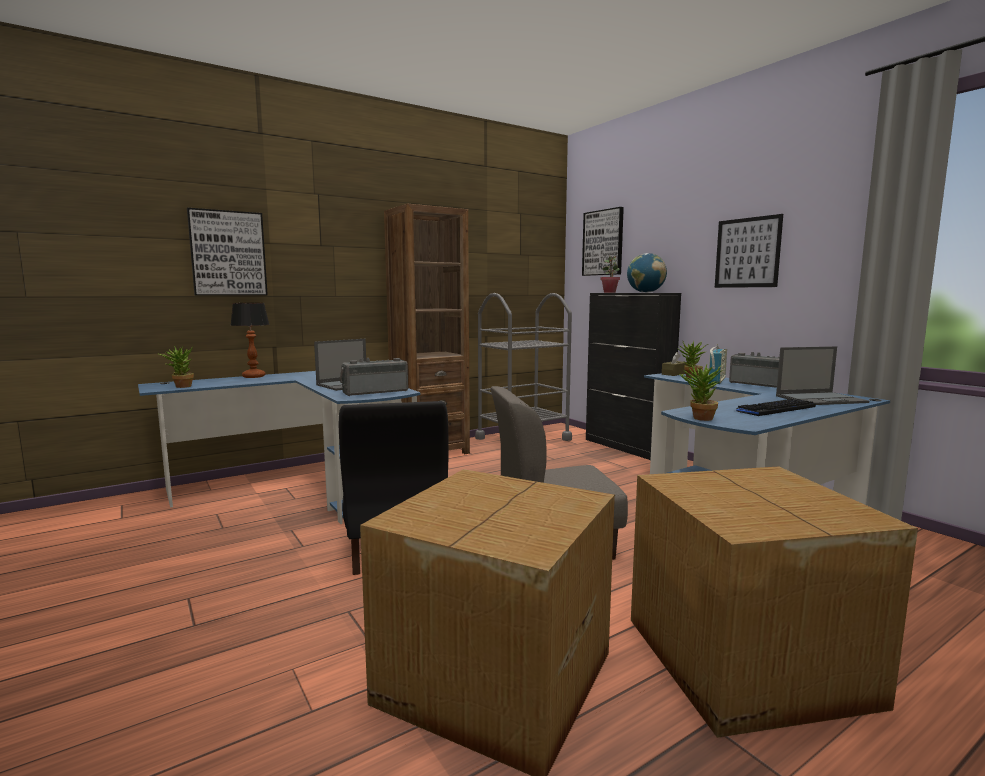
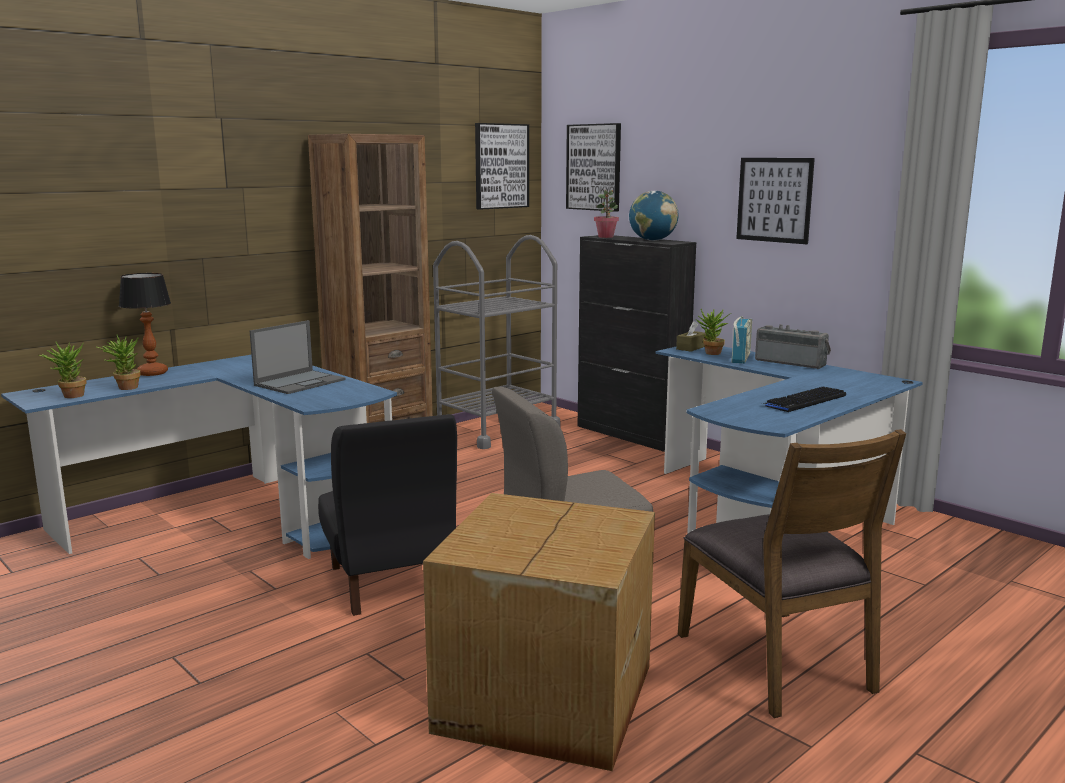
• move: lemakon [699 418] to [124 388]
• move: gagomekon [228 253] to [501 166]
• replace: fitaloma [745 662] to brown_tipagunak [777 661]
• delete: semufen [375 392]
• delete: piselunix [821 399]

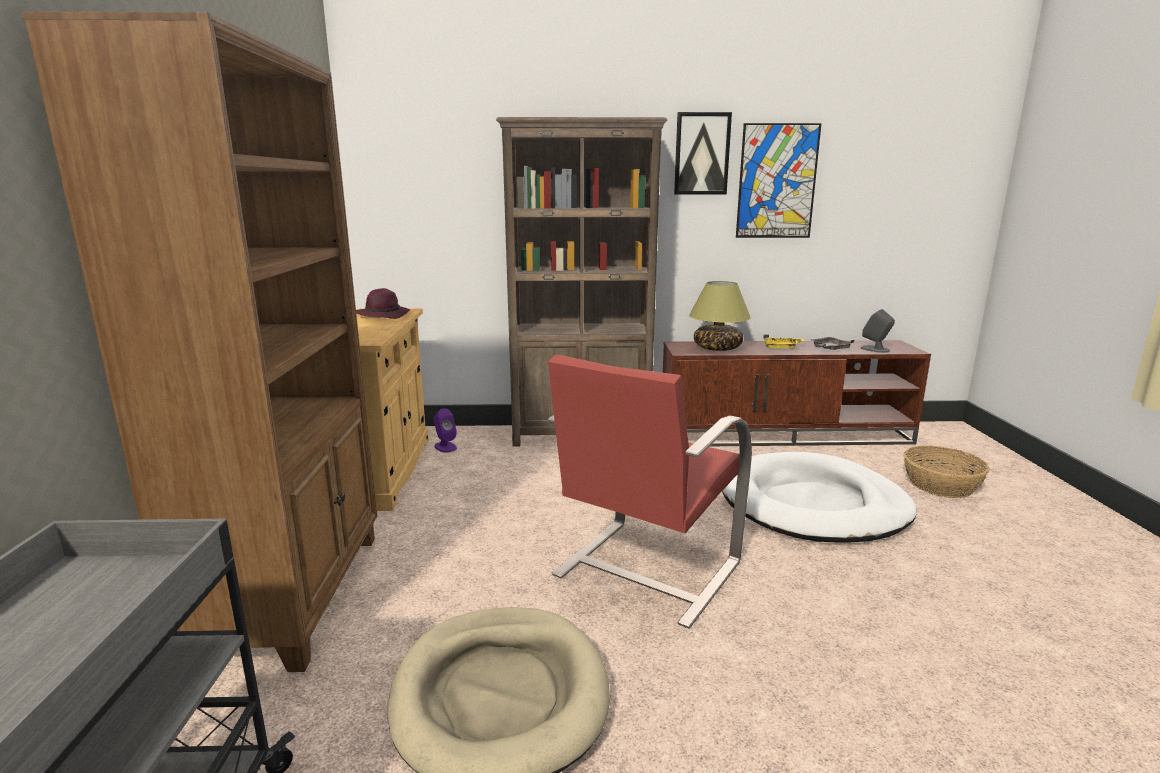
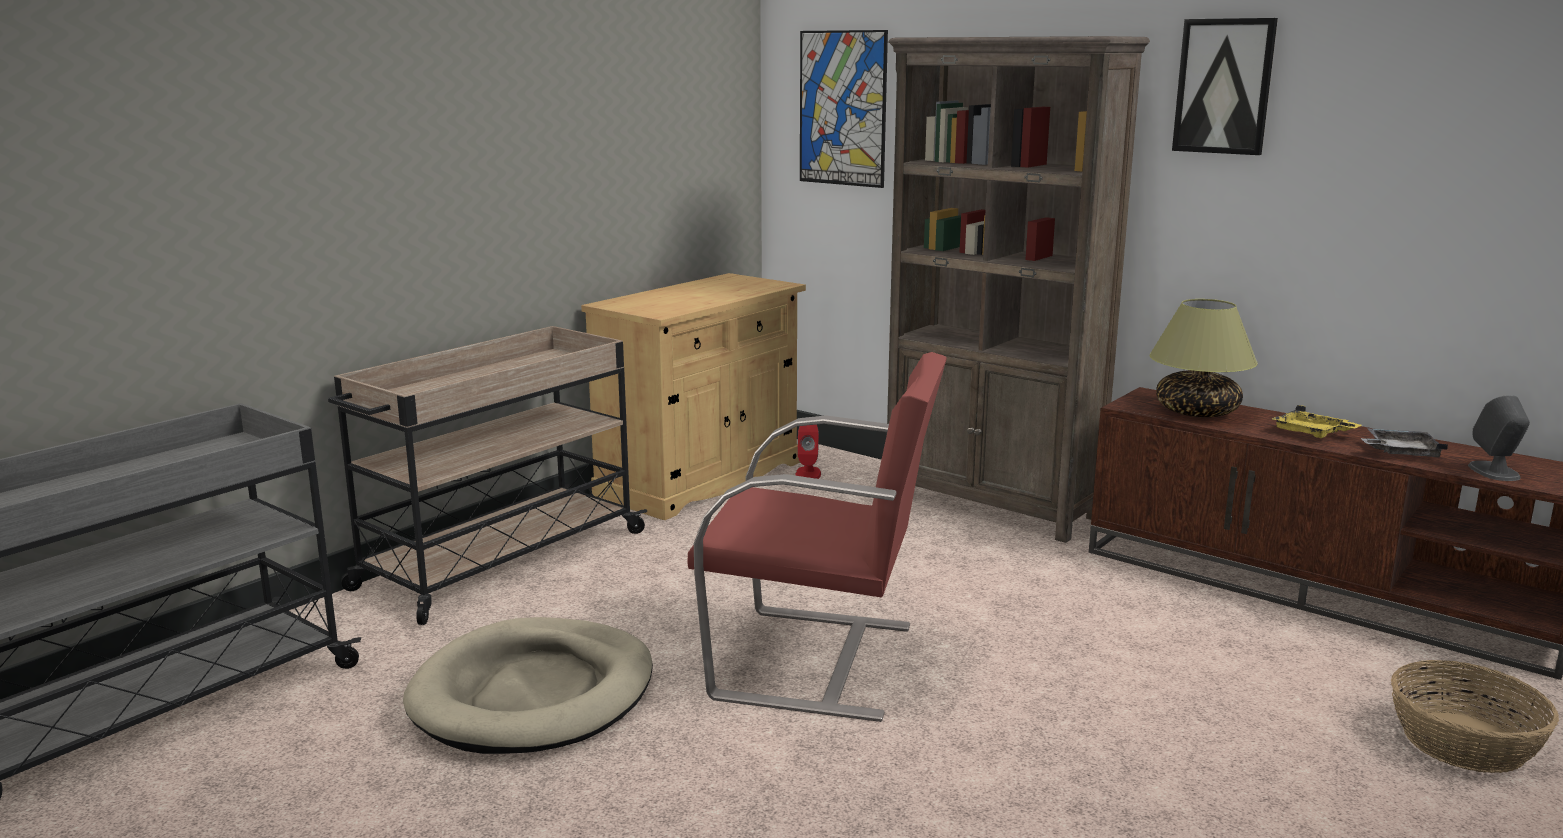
• replace: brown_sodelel [295 594] to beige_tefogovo [499 561]
• rotate: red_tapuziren [646 570] = [818 661] 150 degrees counterclockwise
• recolor: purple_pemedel [445 447] to red_pemedel [808 474]
• move: gagomekon [777 181] to [842 108]
• delete: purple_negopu [383 315]
• delete: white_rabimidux [812 504]

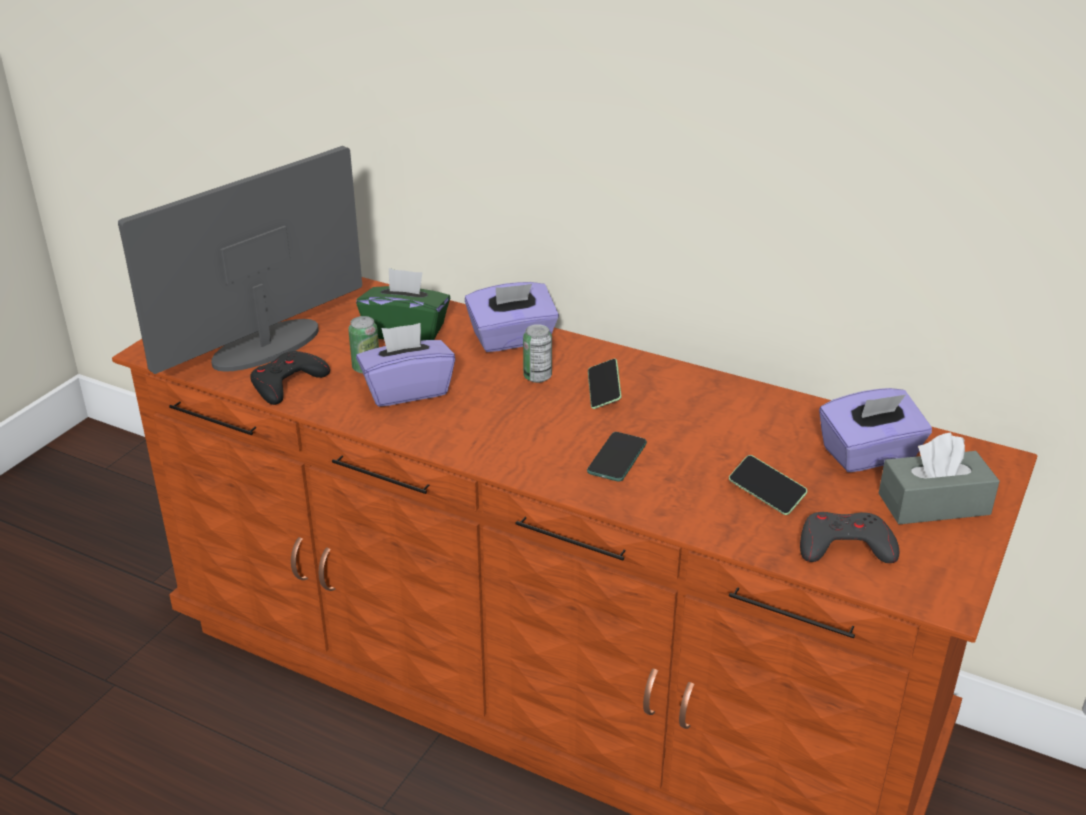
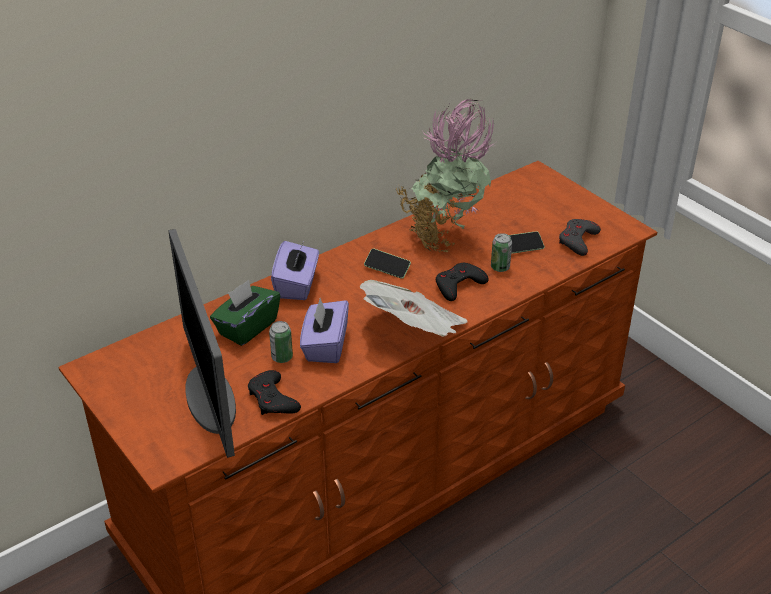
• insert: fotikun [414 330]
• insert: lemakon [444 238]
• replace: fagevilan [617 458] to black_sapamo [459 285]
• move: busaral [537 377] to [500 267]
• delete: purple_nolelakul [869 455]
• delete: grey_nolelakul [934 504]

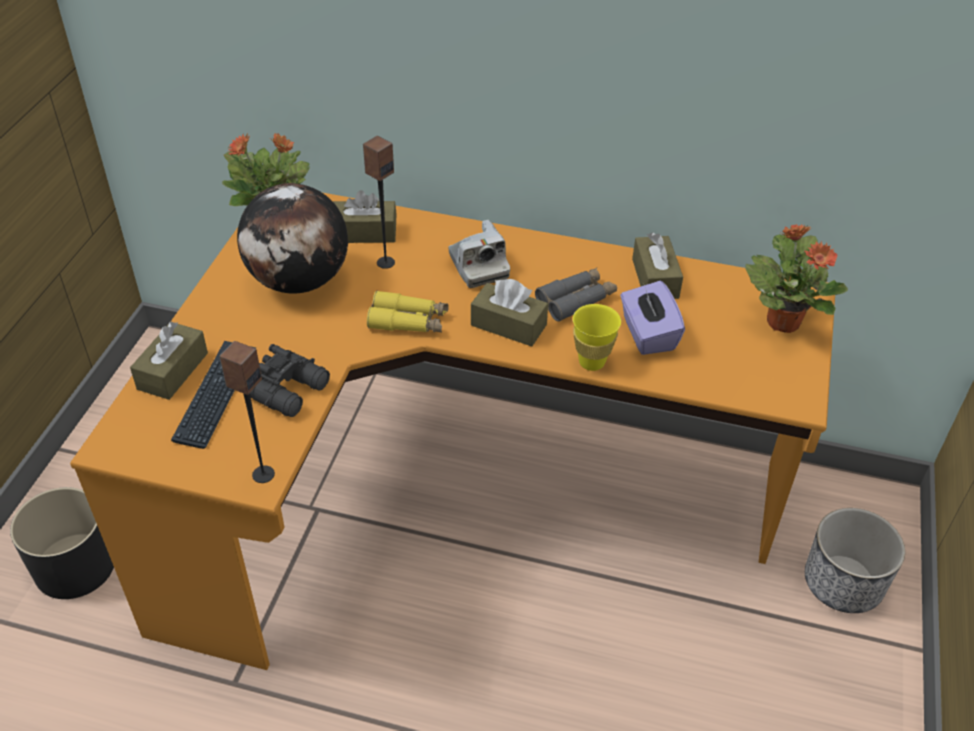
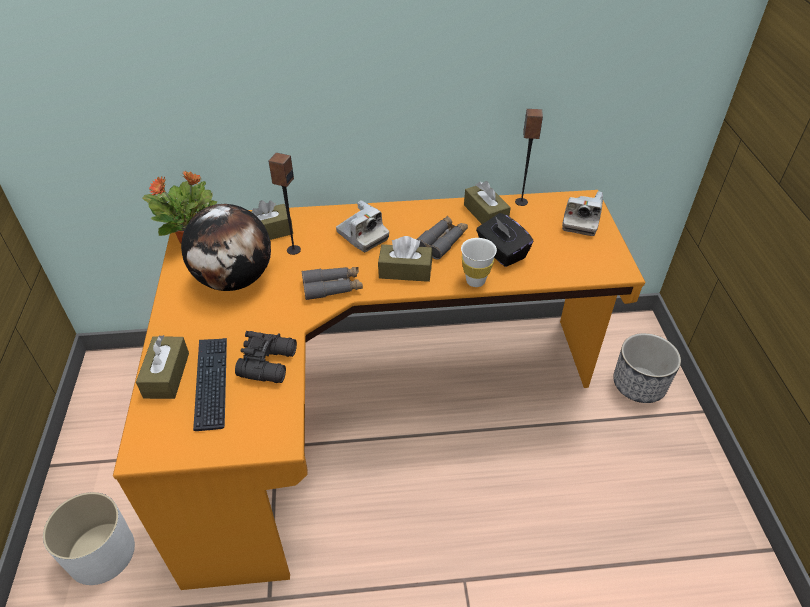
• recolor: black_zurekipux [75 565] to white_zurekipux [101 552]
• recolor: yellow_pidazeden [408 321] to grey_pidazeden [332 287]
• recolor: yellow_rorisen [591 362] to white_rorisen [475 281]
• recolor: purple_nolelakul [647 334] to black_nolelakul [501 252]
• move: pemedel [263 474] to [521 202]
• replace: lemakon [782 321] to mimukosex [580 221]

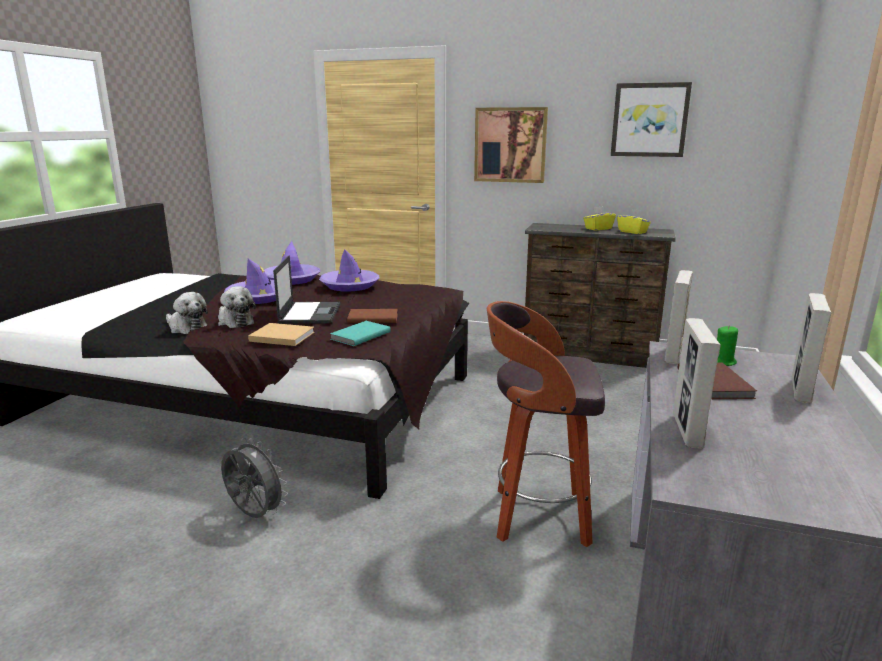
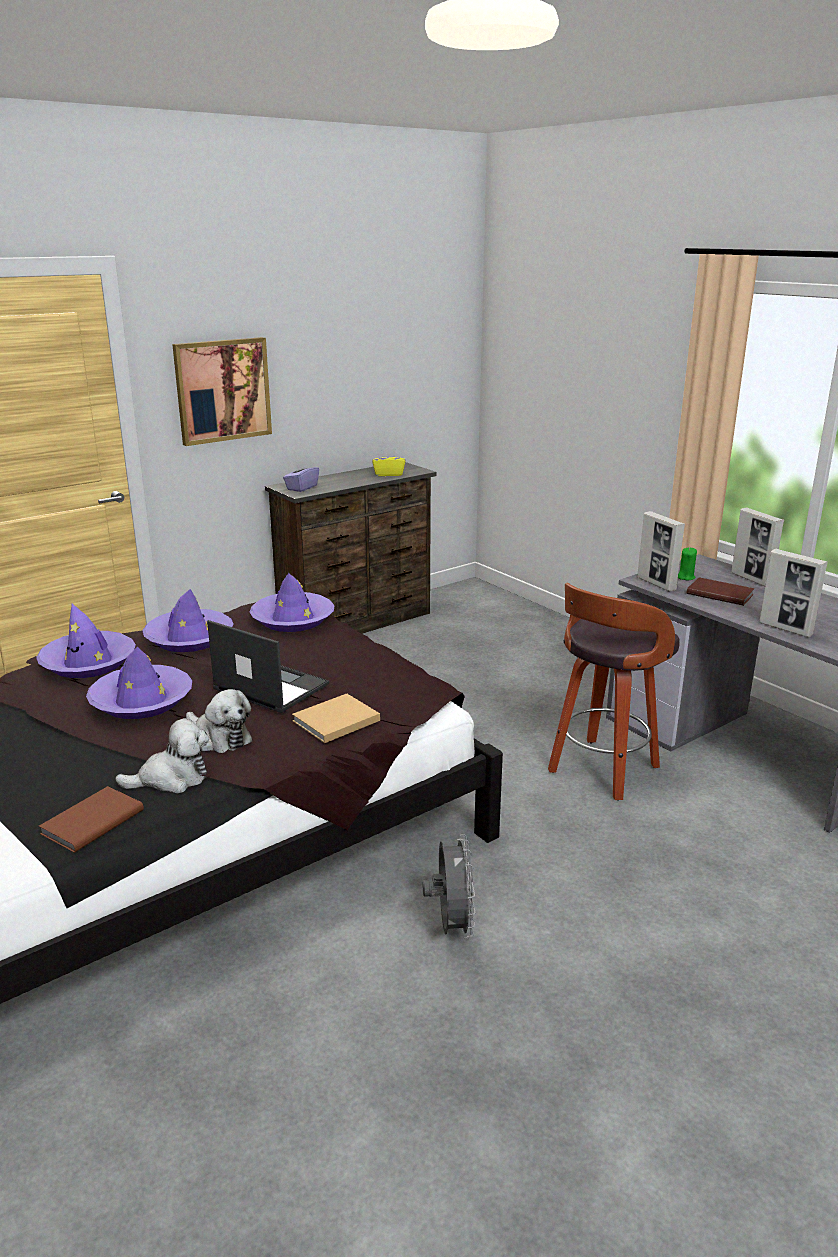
• move: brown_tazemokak [372 318] to [90 822]
• rotate: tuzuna [235 321] = [219 738] 45 degrees clockwise
• insert: purple_negopu [292 619]
• insert: purple_nolelakul [301 488]
• rotate: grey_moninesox [254 515] = [451 926] 105 degrees clockwise
• delete: turquoise_tazemokak [359 335]
• delete: yellow_nolelakul [598 228]
• delete: gagomekon [649 120]

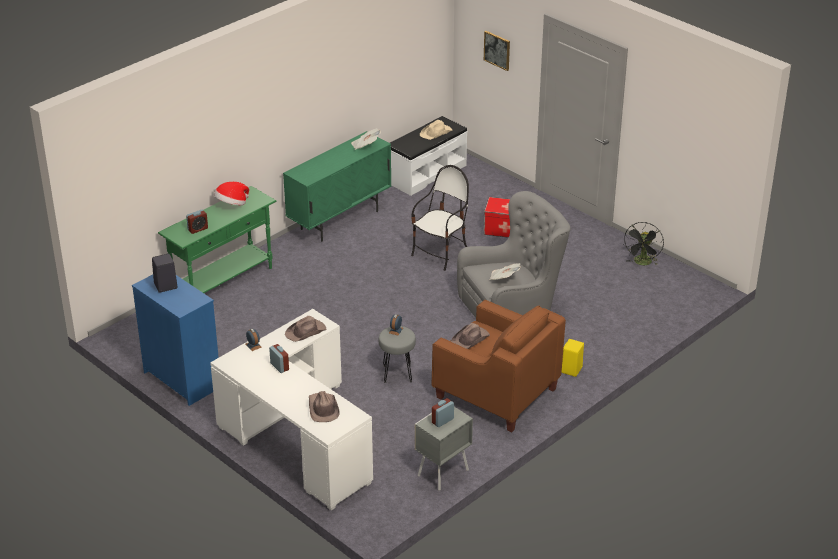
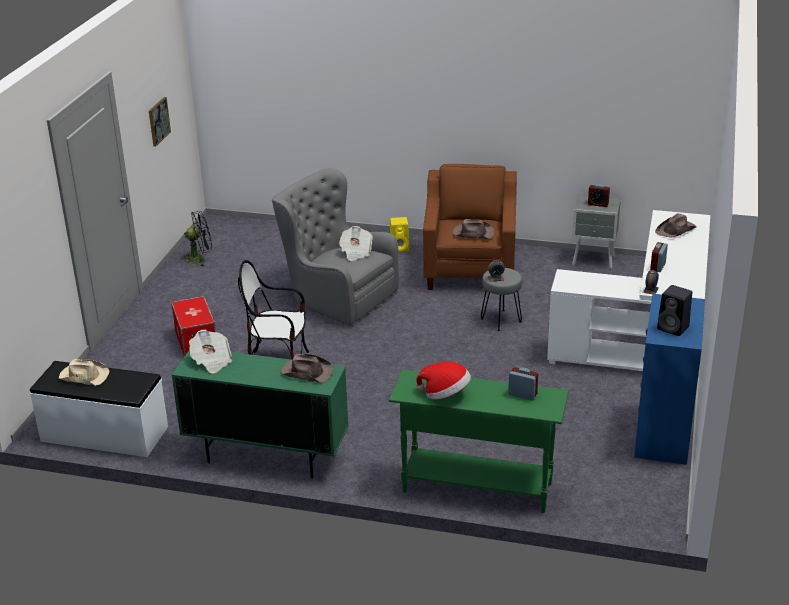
• move: gagomekon [497 50] to [158 121]
• move: brown_negopu [306 332] to [306 372]

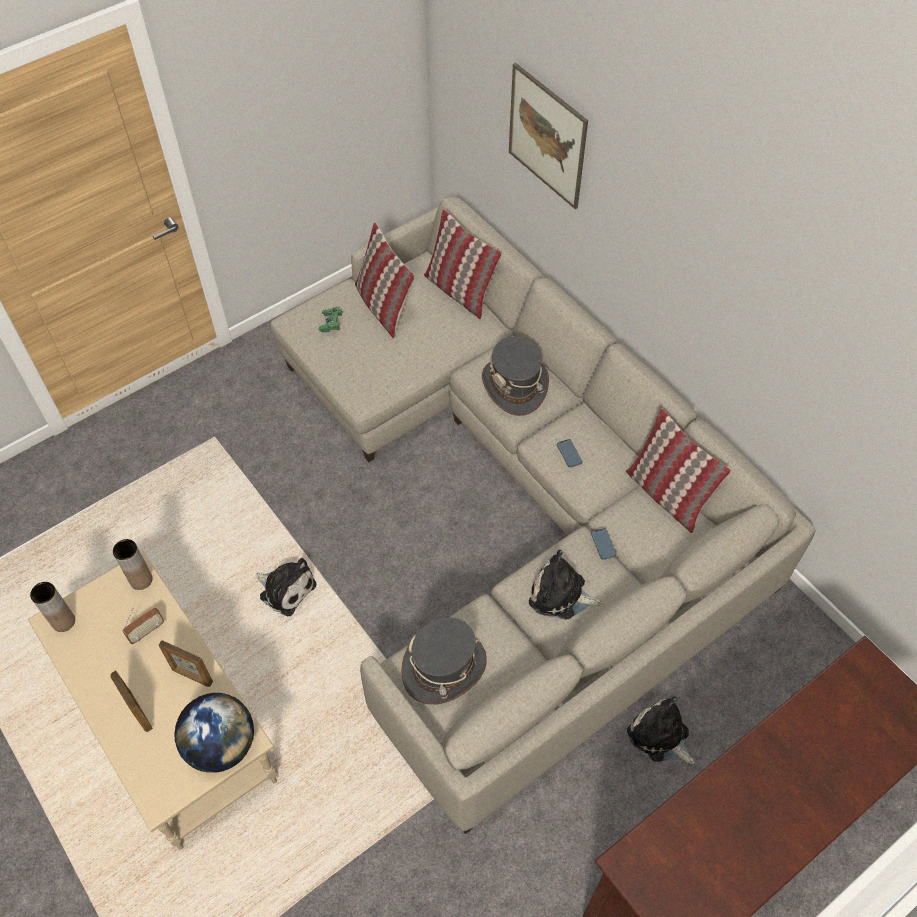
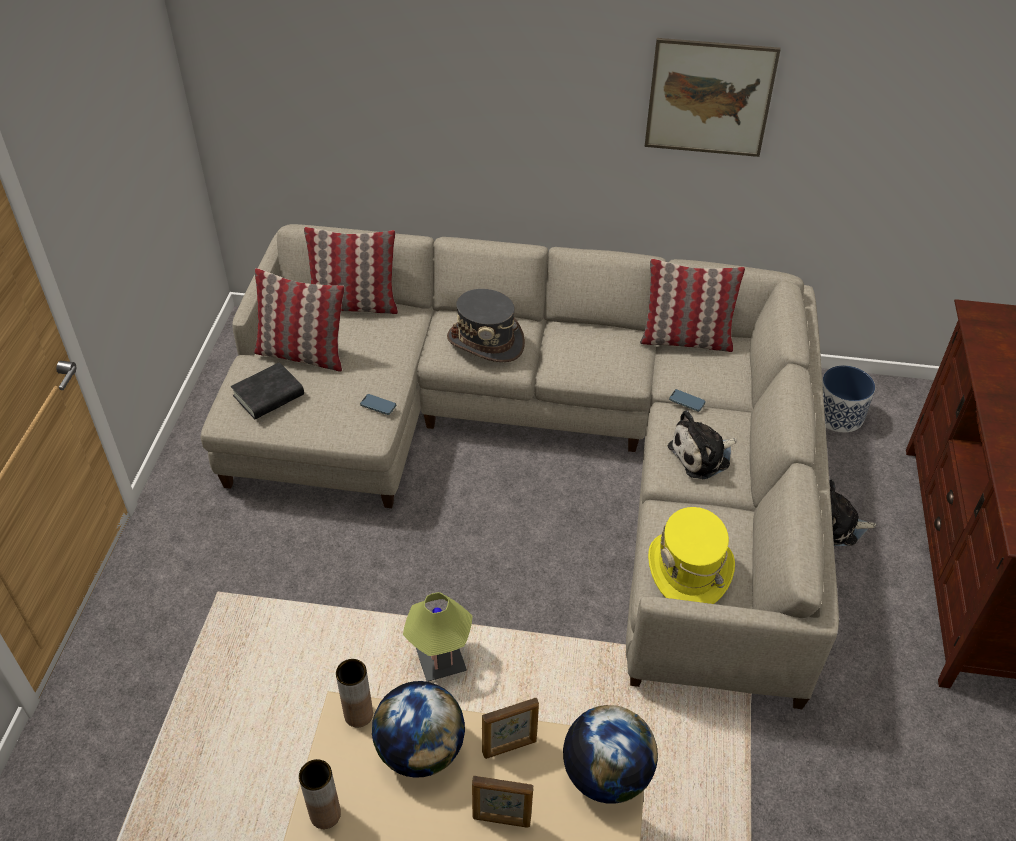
• replace: green_sapamo [331 323] to black_tazemokak [268 395]
• move: fagevilan [569 454] to [378 406]
• replace: semufen [147 631] to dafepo [420 750]
• replace: tuzuna [285 588] to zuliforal [440 658]
• move: gagomekon [547 136] to [709 98]
• recolor: grey_negopu [444 667] to yellow_negopu [689 570]
• insert: zurekipux [838 415]

